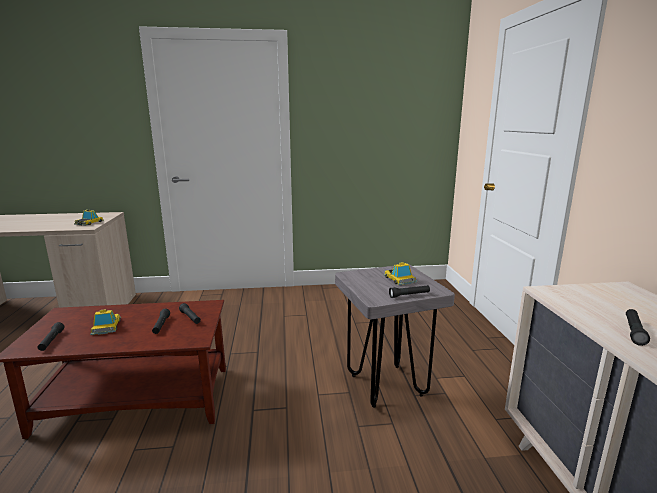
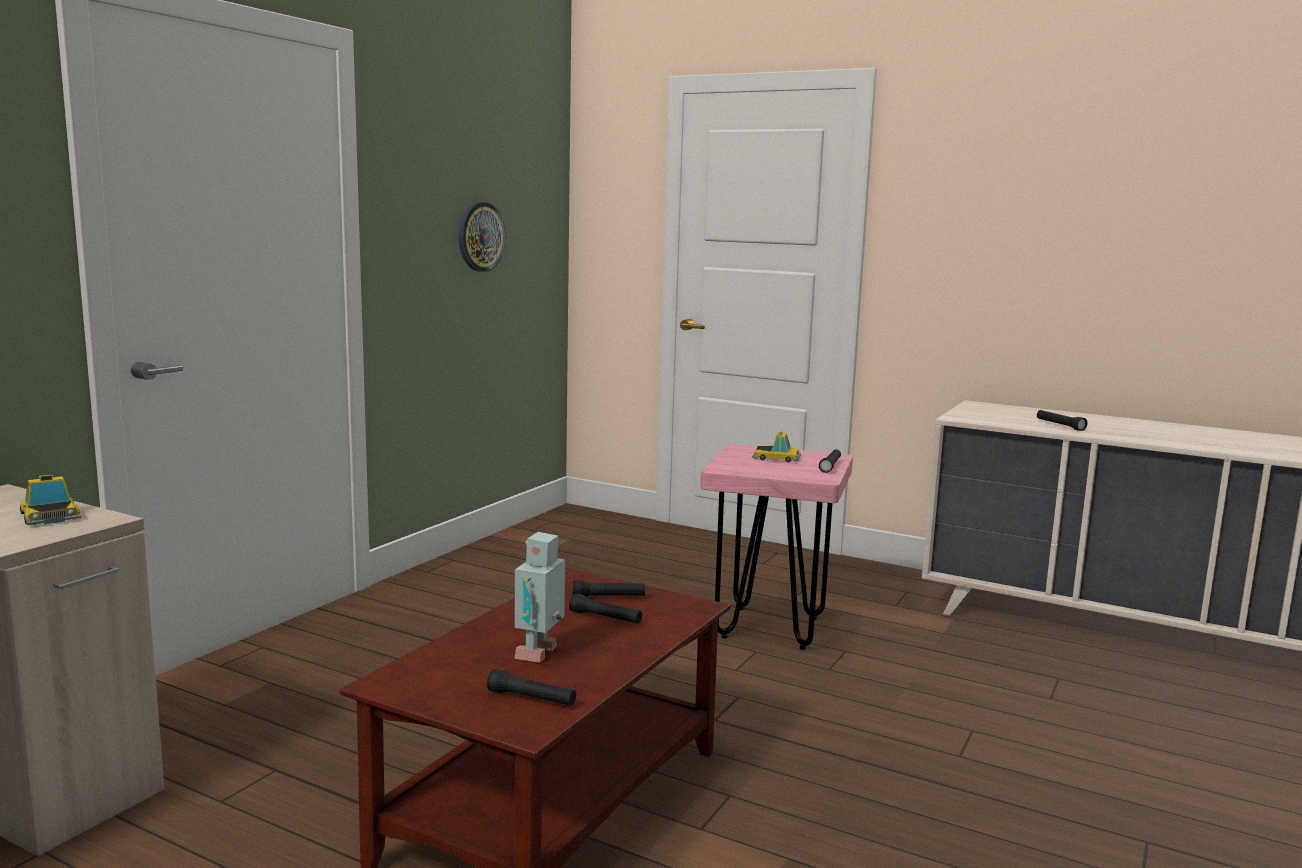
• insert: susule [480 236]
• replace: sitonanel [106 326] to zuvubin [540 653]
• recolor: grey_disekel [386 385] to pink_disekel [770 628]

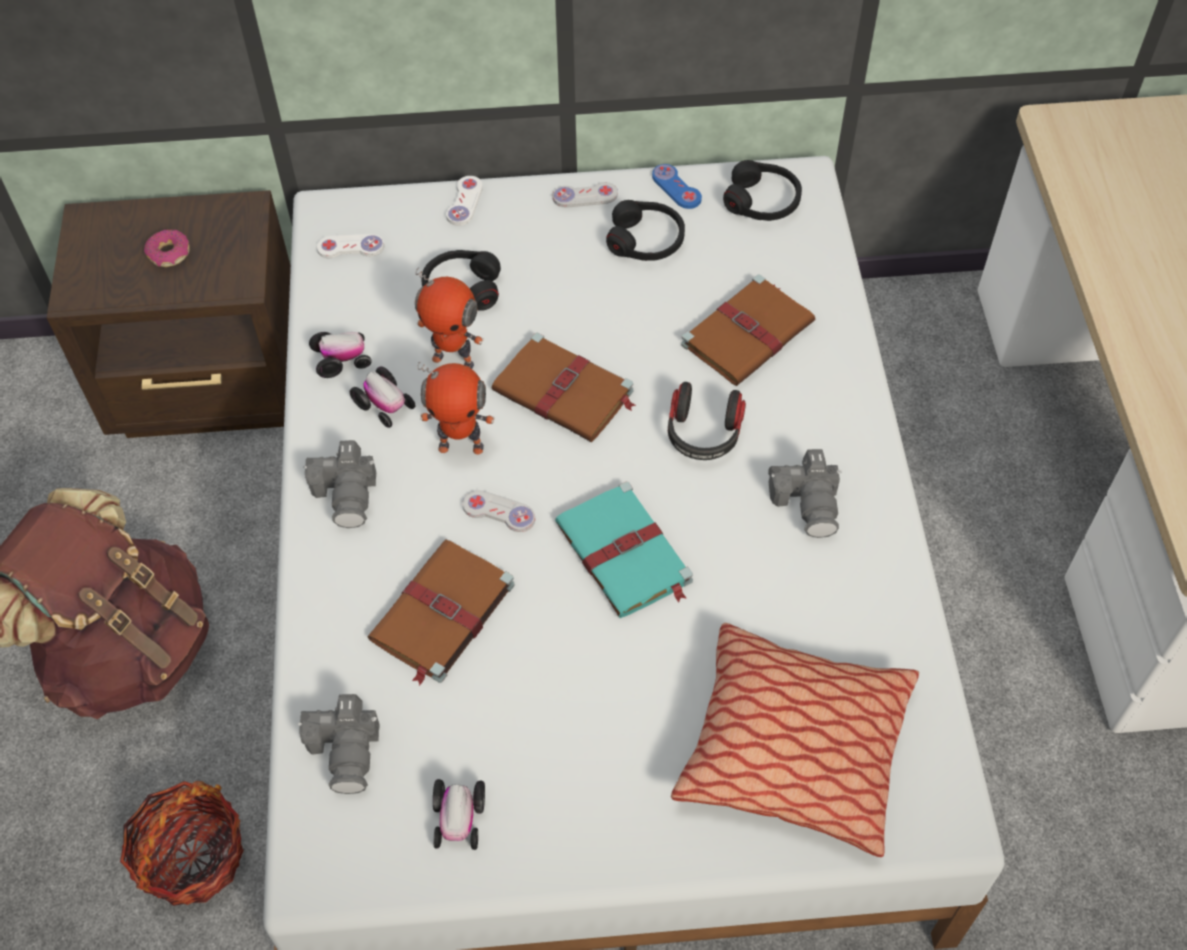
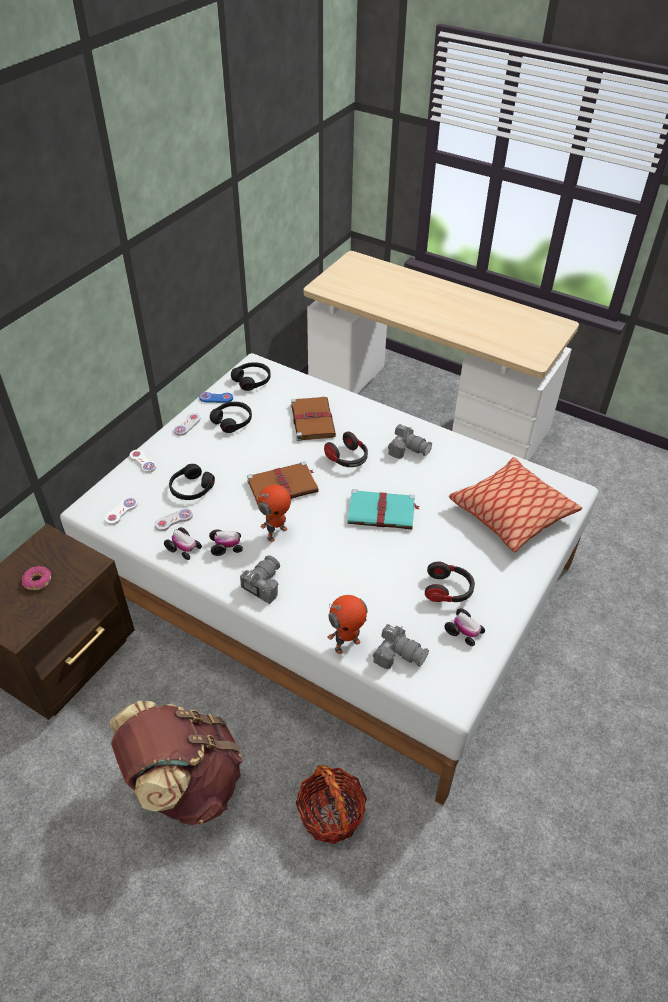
• move: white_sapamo [499 512] to [174 520]
• rotate: sitonanel [342 360] = [184 548] 105 degrees clockwise
• rotate: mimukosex [347 493] = [262 585] 90 degrees counterclockwise
• move: zuvubin [454 359] to [346 644]
• insert: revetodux [448 590]
• delete: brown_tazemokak [441 614]

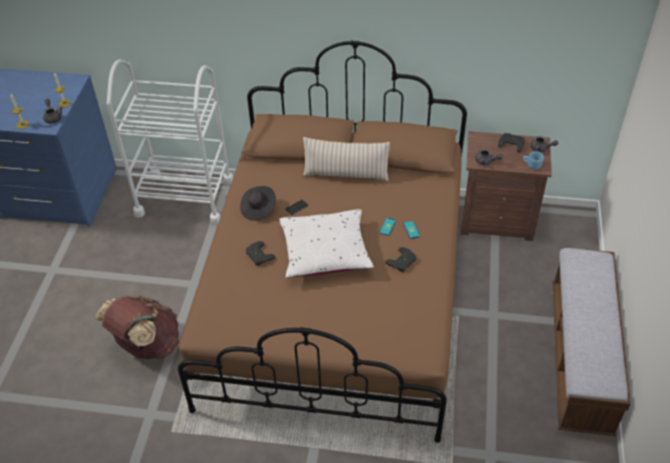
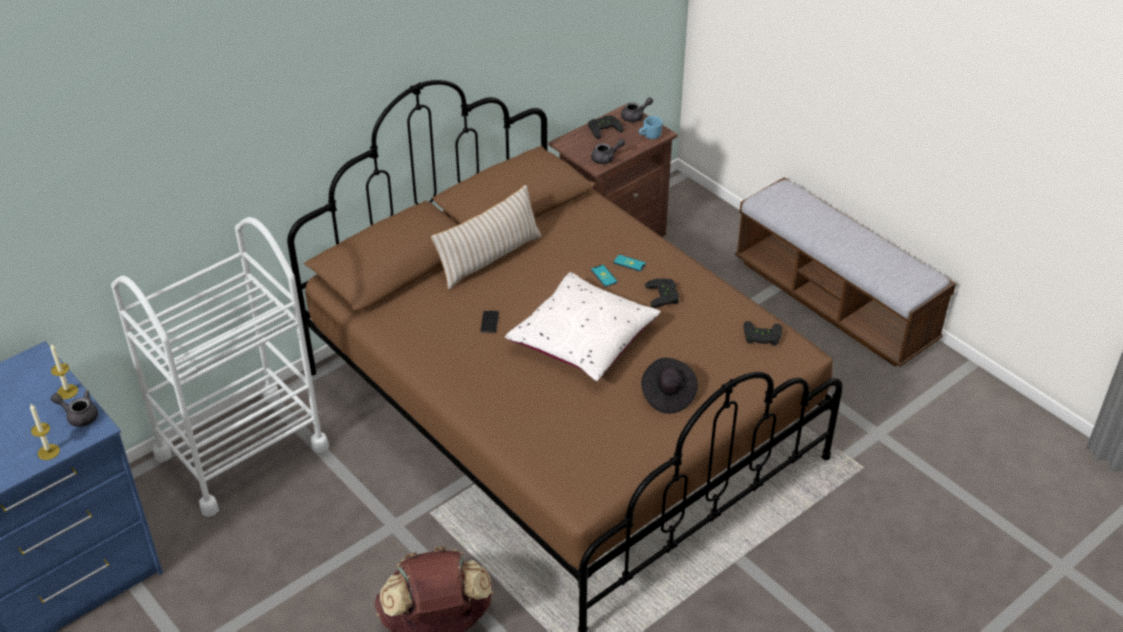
• move: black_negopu [258 209] to [667 395]
• move: black_sapamo [258 256] to [761 337]

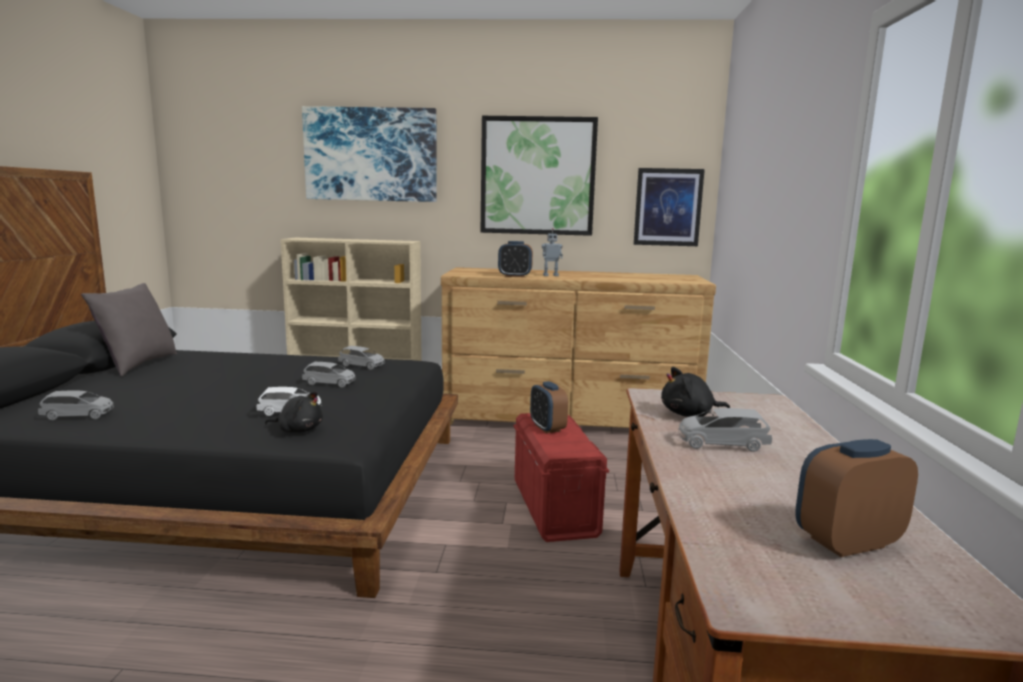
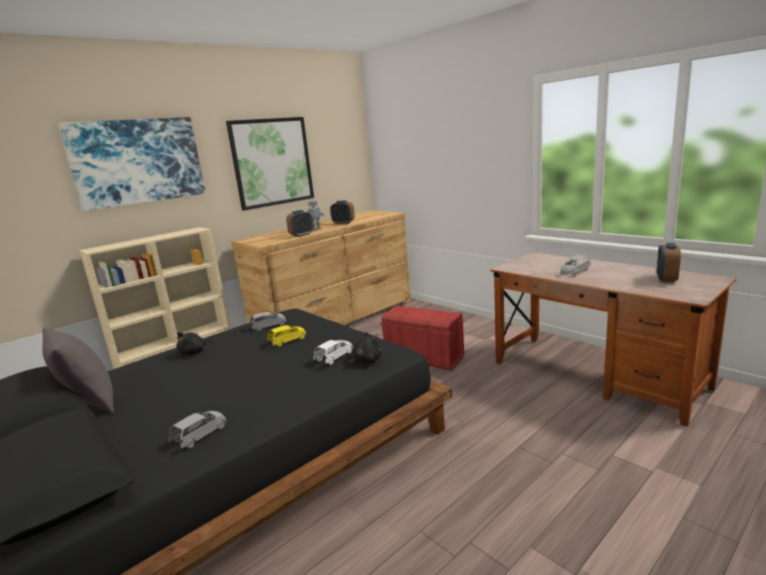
• move: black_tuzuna [690 415] to [194 352]
• recolor: grey_sitonanel [330 383] to yellow_sitonanel [287 340]
• move: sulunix [547 428] to [343 223]
• delete: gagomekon [668 207]

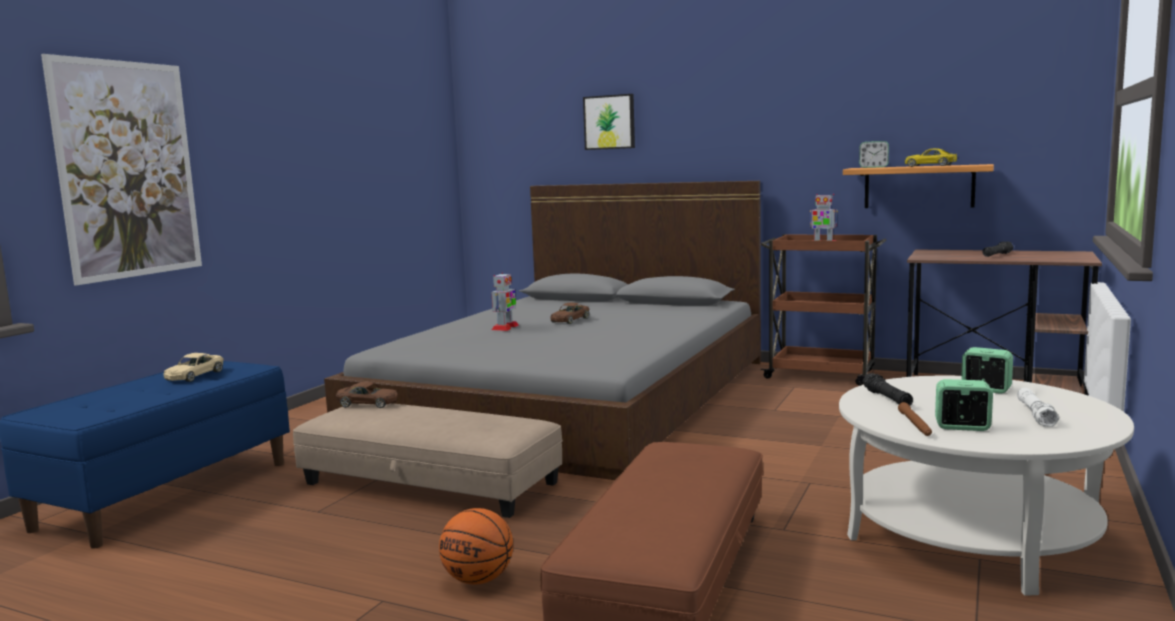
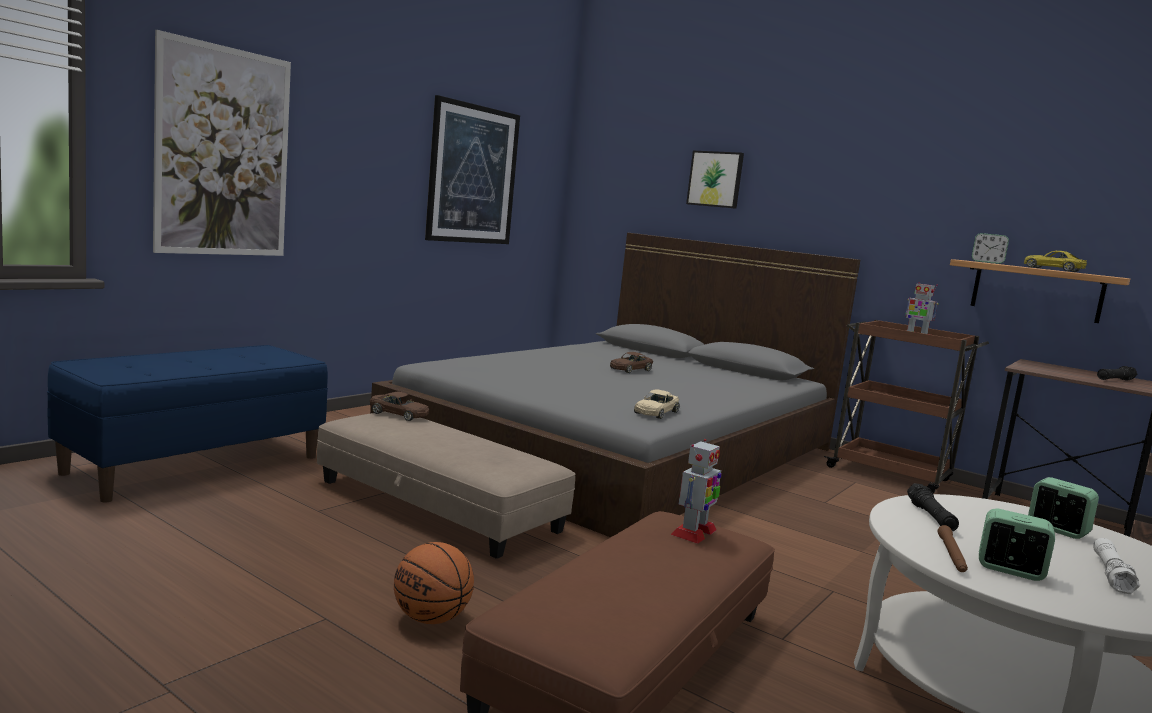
• insert: gagomekon [473 174]
• move: beige_sitonanel [195 376] to [656 412]
• move: zuvubin [505 328] to [694 533]

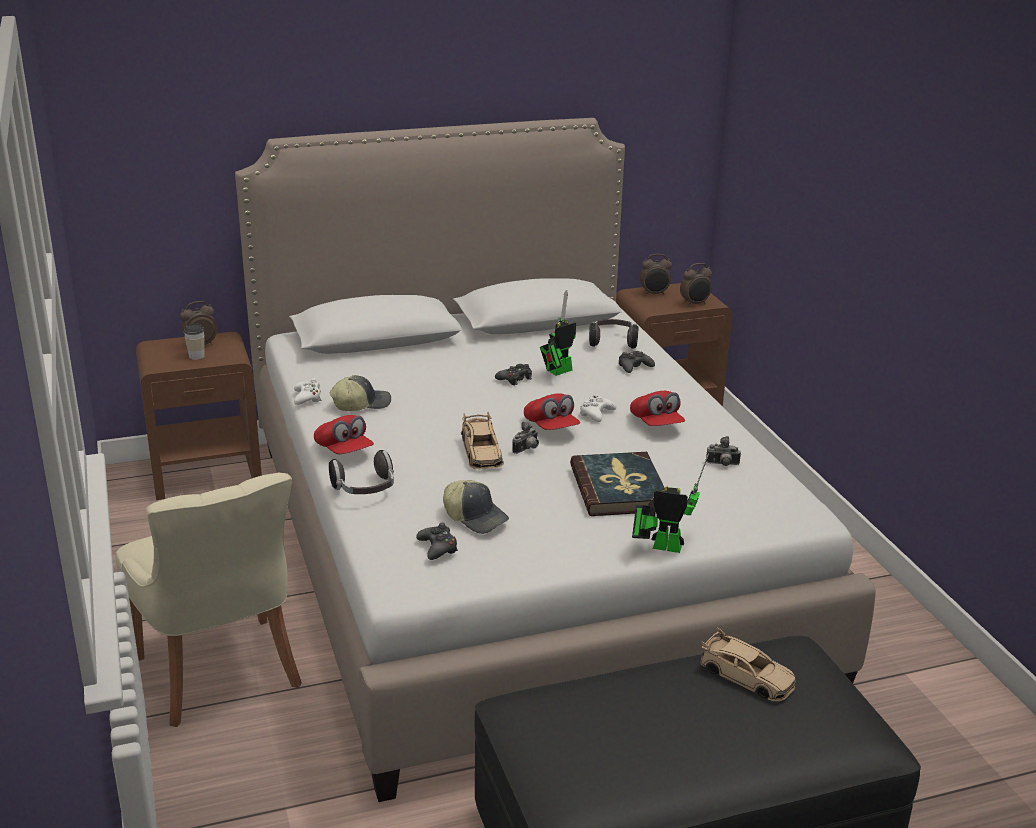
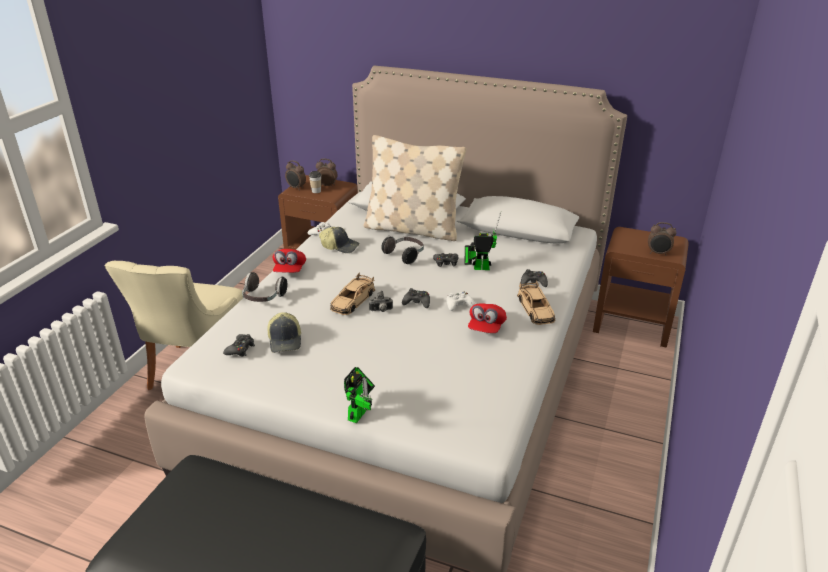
• move: sulunix [654 294] to [296 188]
• rotate: zuvubin [662 546] = [359 412] 60 degrees clockwise
• insert: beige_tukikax [412 229]
• move: revetodux [613 342] to [405 255]
• replace: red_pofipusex [551 427] to black_sapamo [417 302]
• move: beige_sitonanel [746 676] to [535 310]
• delete: tazemokak [619 489]
• delete: mimukosex [722 464]

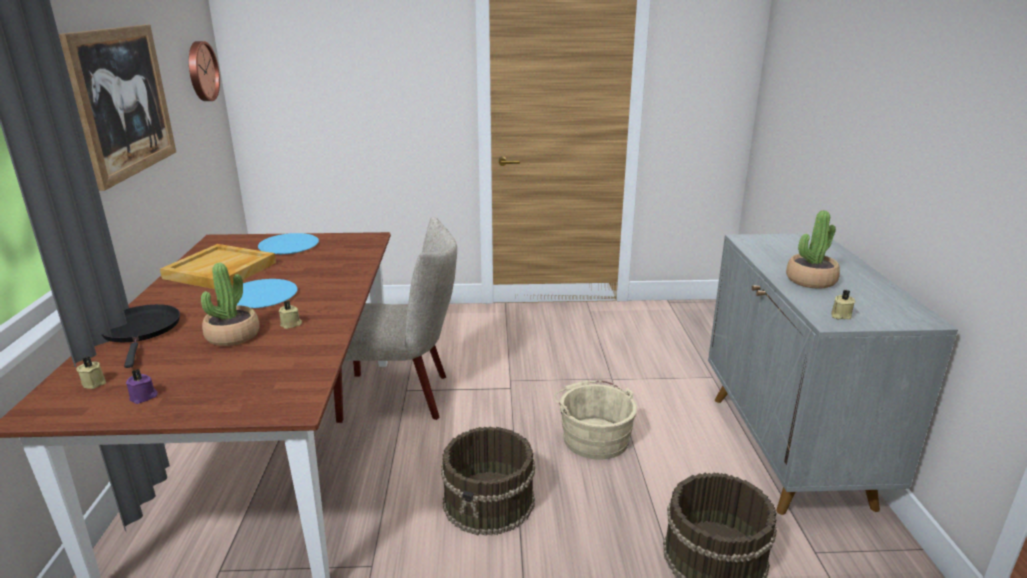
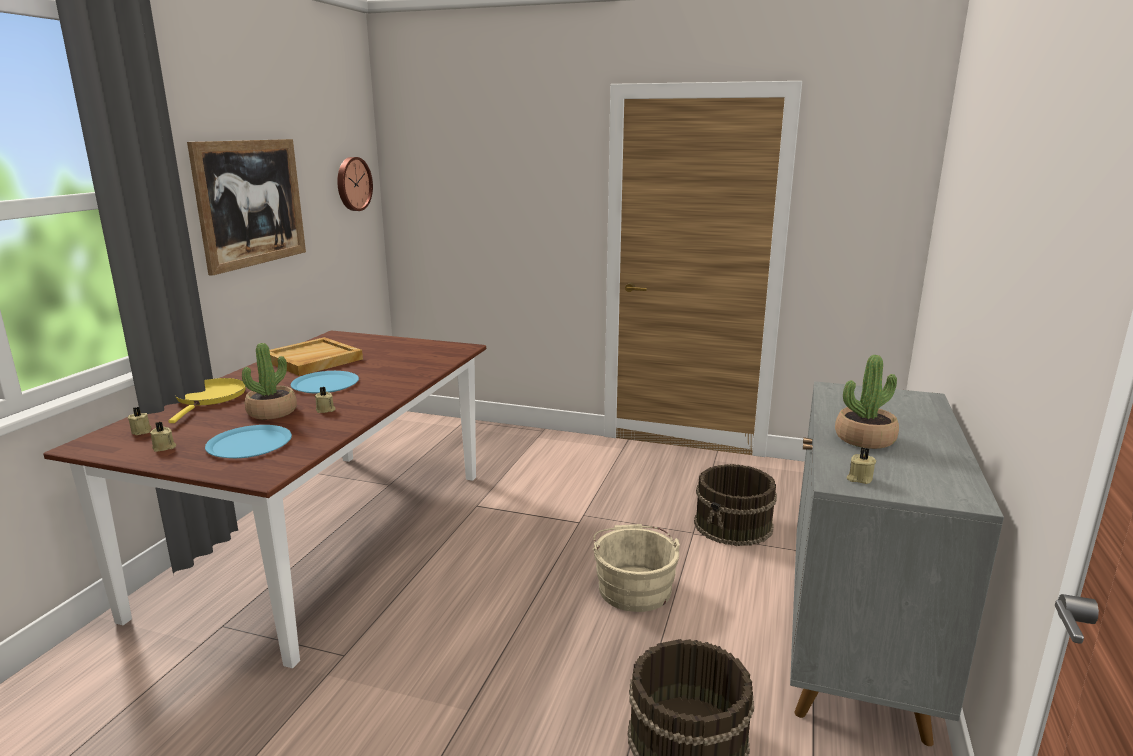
• recolor: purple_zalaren [144 397] to beige_zalaren [164 447]
• recolor: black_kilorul [141 331] to yellow_kilorul [210 398]
• move: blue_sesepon [288 245] to [249 443]
• move: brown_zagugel [489 501] to [734 525]
• delete: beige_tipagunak [402 396]

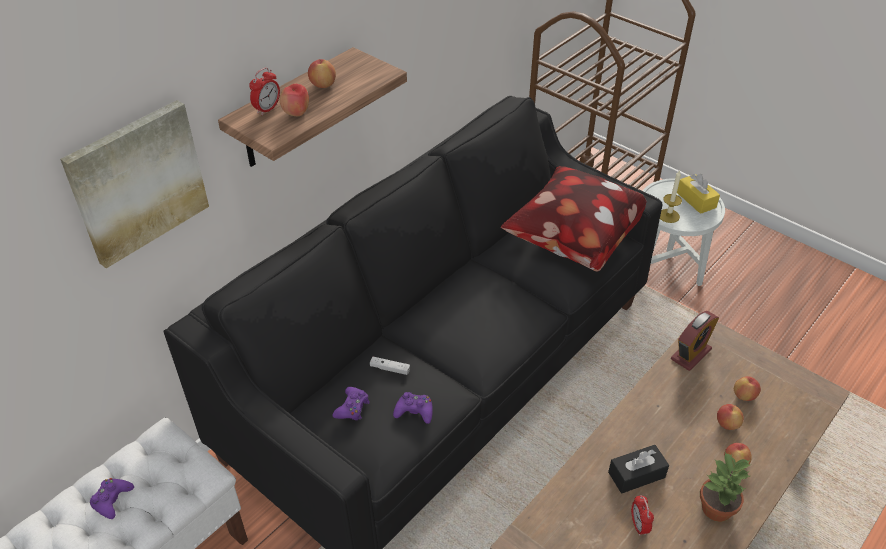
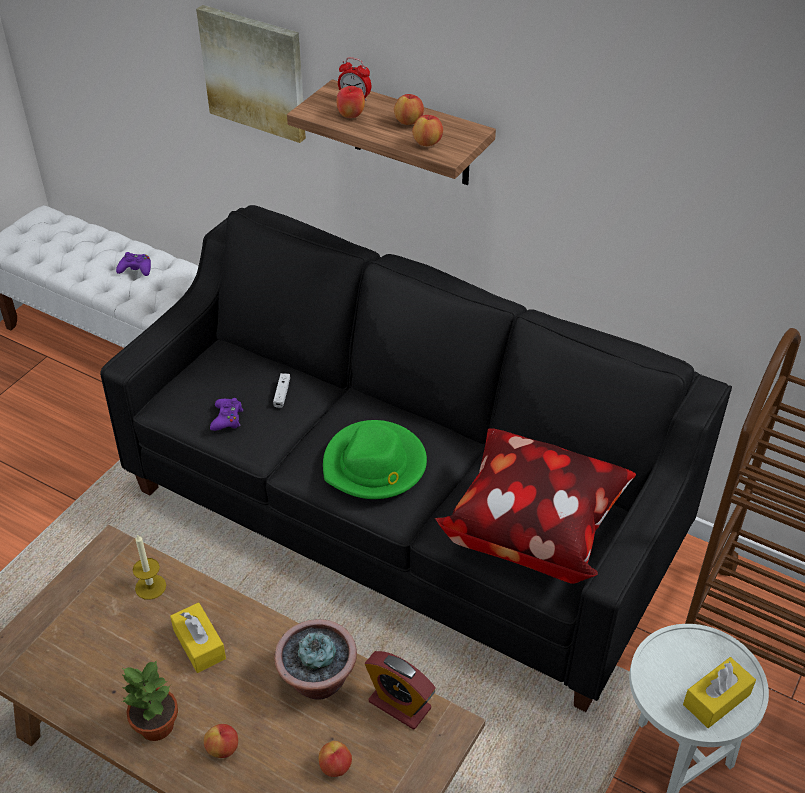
• move: zalaren [668 216] to [150 587]
• recolor: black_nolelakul [636 475] to yellow_nolelakul [199 644]
• insert: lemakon [317 681]
• insert: green_negopu [375 465]
• move: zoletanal [727 424] to [427 143]
• delete: purple_sapamo [352 408]
• delete: sulunix [638 525]

